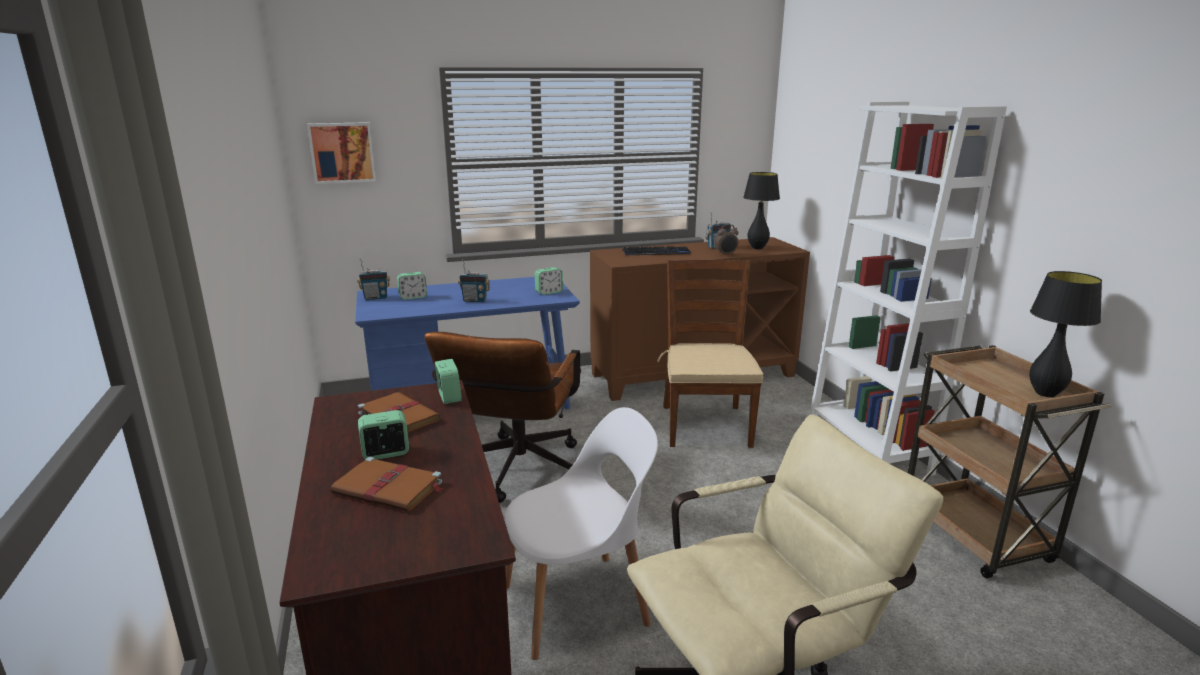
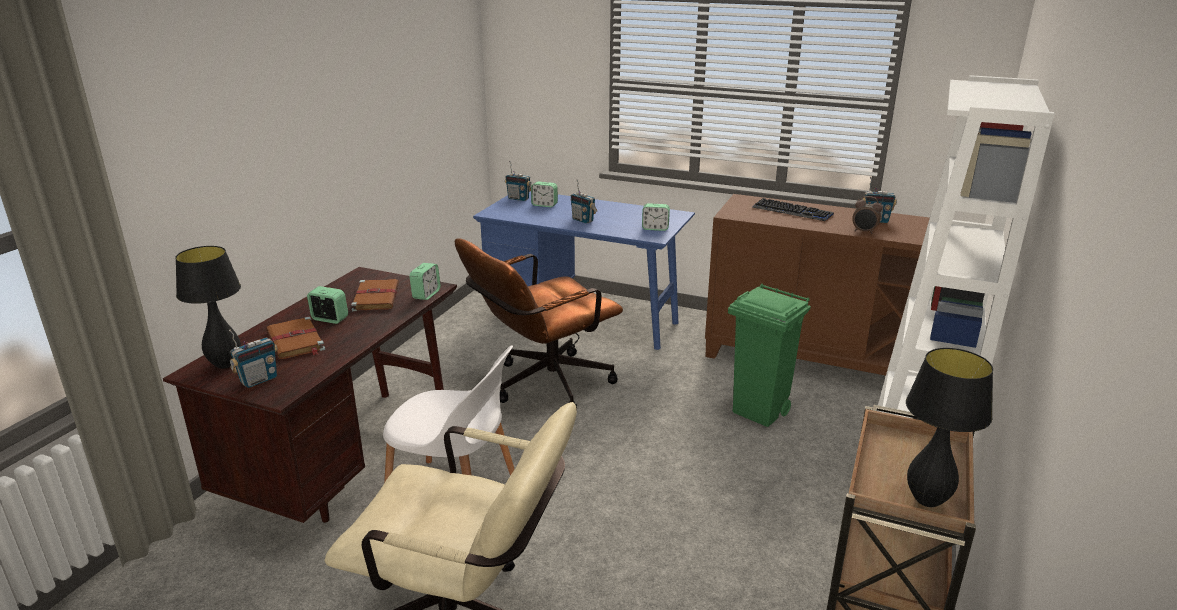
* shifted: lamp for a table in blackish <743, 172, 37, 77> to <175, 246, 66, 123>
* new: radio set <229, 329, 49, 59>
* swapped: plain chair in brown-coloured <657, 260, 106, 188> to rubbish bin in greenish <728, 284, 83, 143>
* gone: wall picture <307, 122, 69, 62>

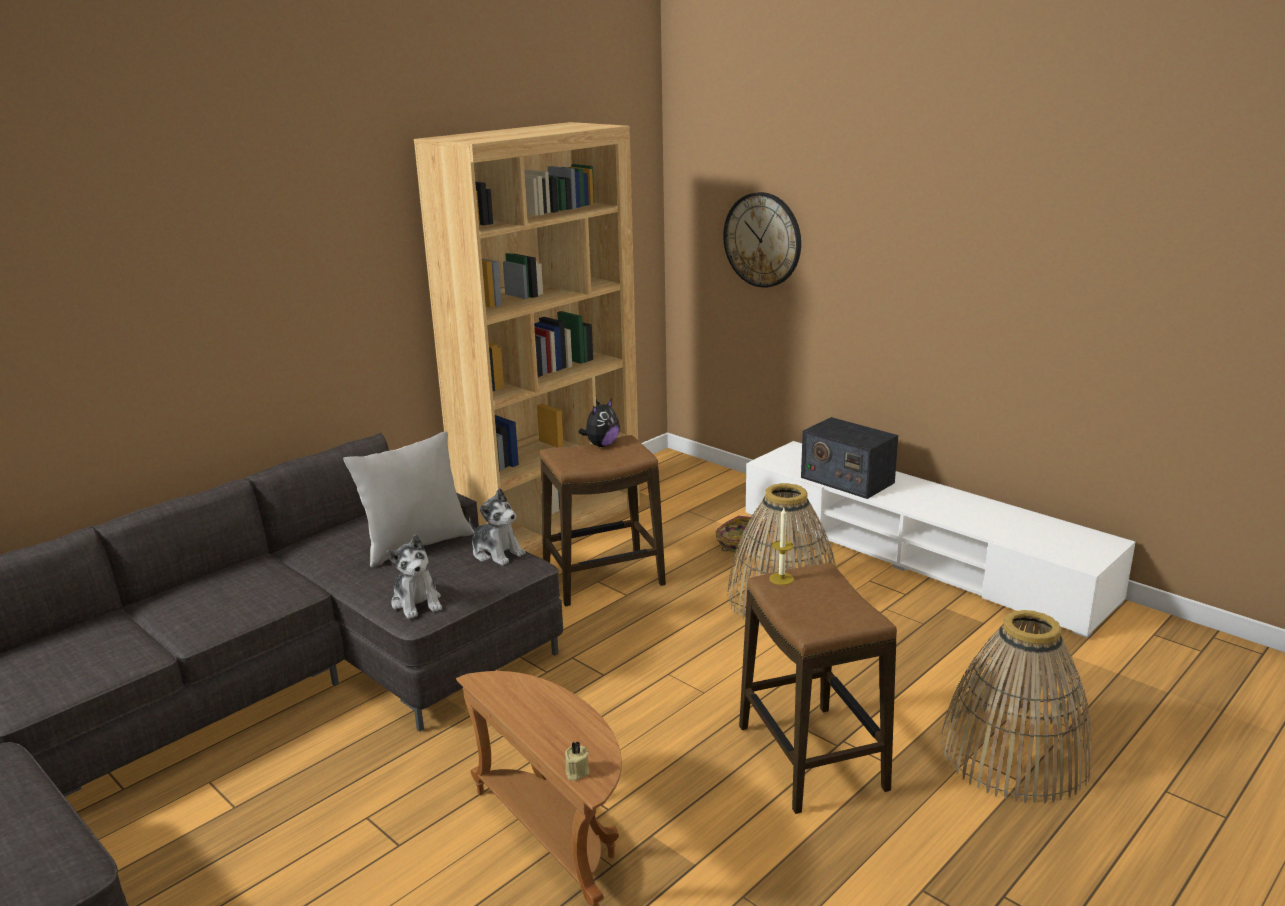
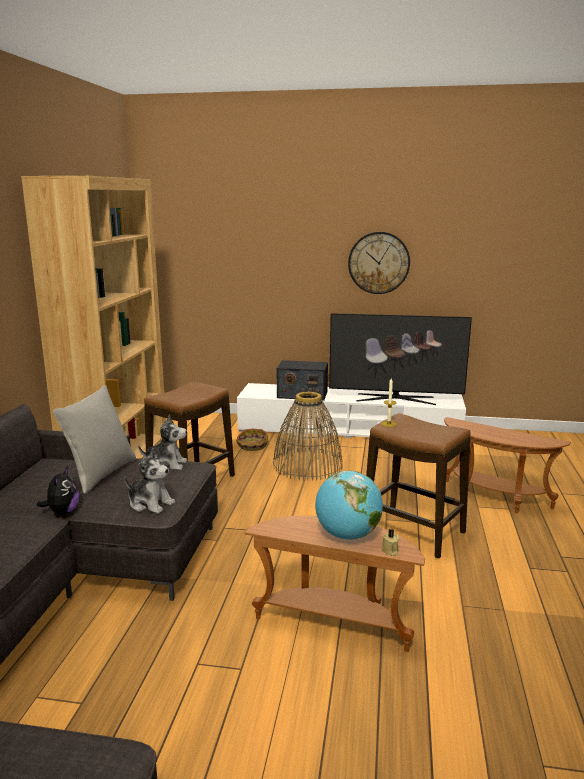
* shifted: cuddly toy <579, 399, 41, 48> to <37, 467, 43, 48>
* new: world globe <315, 471, 68, 69>
* new: TV set <329, 313, 143, 92>
* shifted: wall clock <723, 192, 78, 96> to <348, 232, 62, 62>
* swapped: household basket <940, 610, 152, 193> to end table in brown-coloured <444, 417, 127, 96>

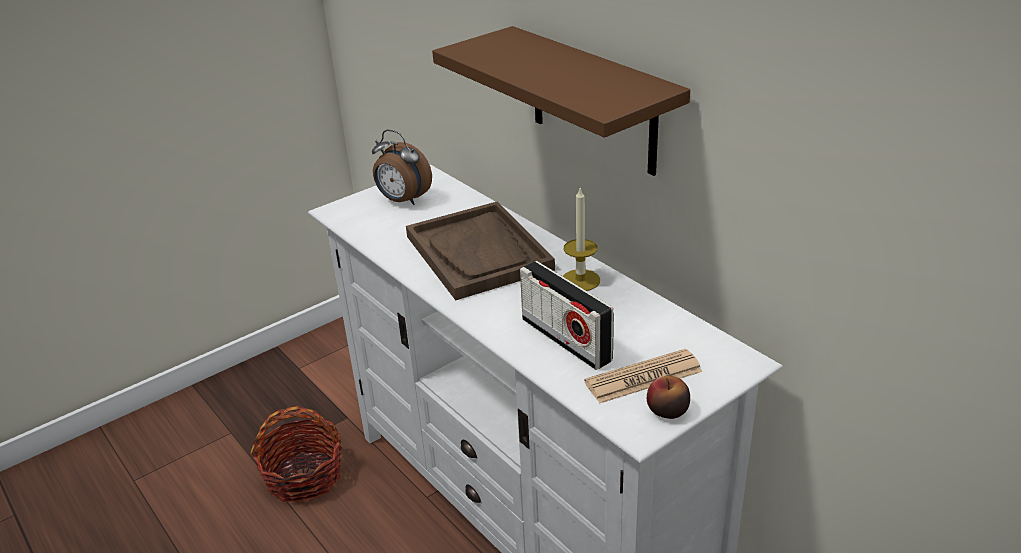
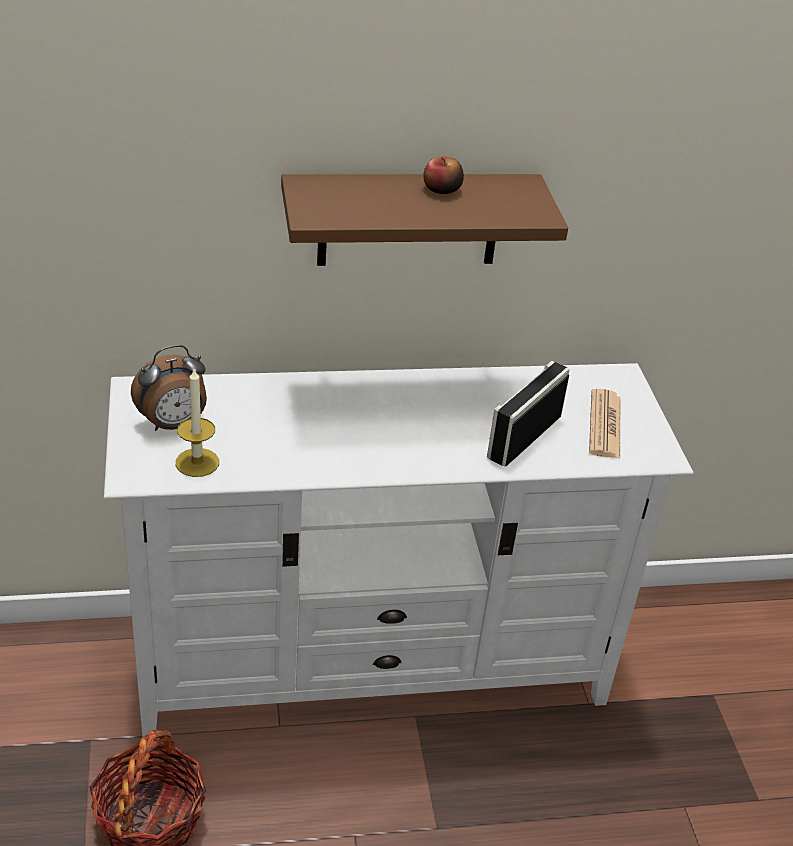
* shifted: candle <563, 188, 37, 103> to <176, 369, 43, 108>
* shifted: whole apple <647, 376, 43, 43> to <423, 156, 41, 38>
* rotated: radio set <520, 261, 94, 109> = <487, 361, 82, 105> 135 degrees clockwise
* gone: serving tray in brown-coloured <406, 201, 149, 99>

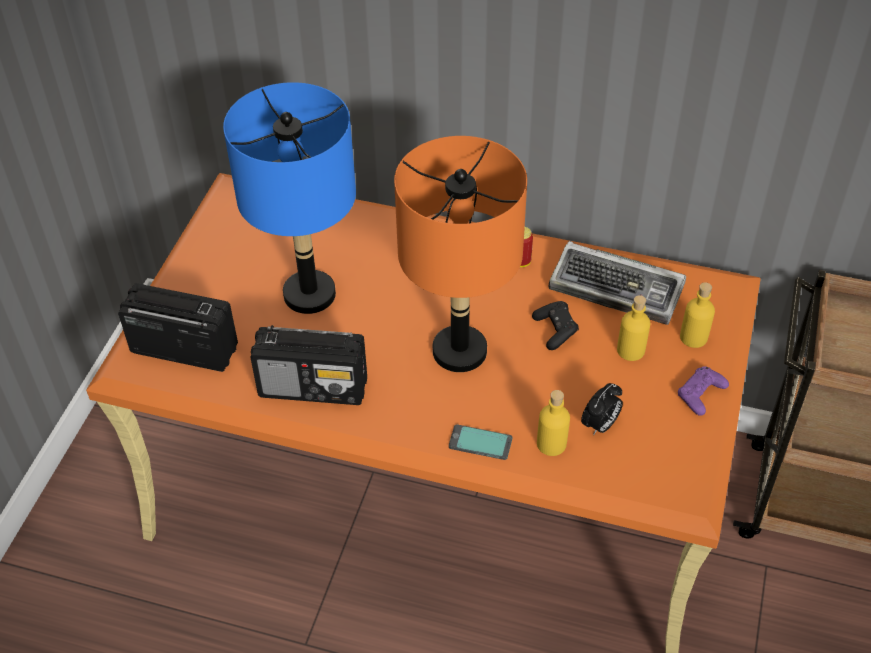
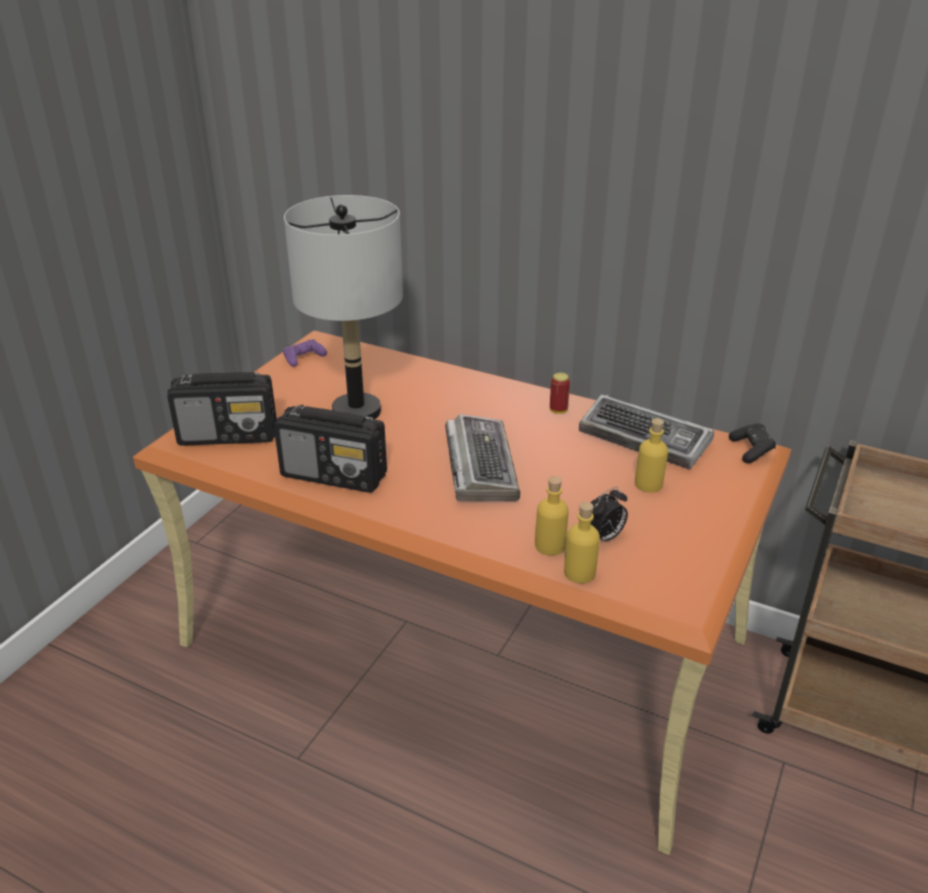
* rotated: radio set <118, 283, 120, 89> = <167, 372, 110, 74> 150 degrees clockwise
* shifted: gamepad in purple <678, 366, 51, 50> to <283, 340, 44, 27>
* repainted: lamp for a table in bluish <223, 82, 133, 232> to lamp for a table in greyish <284, 195, 119, 225>
* swapped: lamp for a table in orangey <394, 136, 133, 236> to PC keyboard <445, 414, 75, 87>
* shifted: drink bottle in yellow-coloured <680, 282, 35, 66> to <564, 502, 36, 82>
* shifted: gamepad in blackish <532, 301, 47, 49> to <729, 423, 47, 40>
* gone: phone <449, 424, 63, 36>

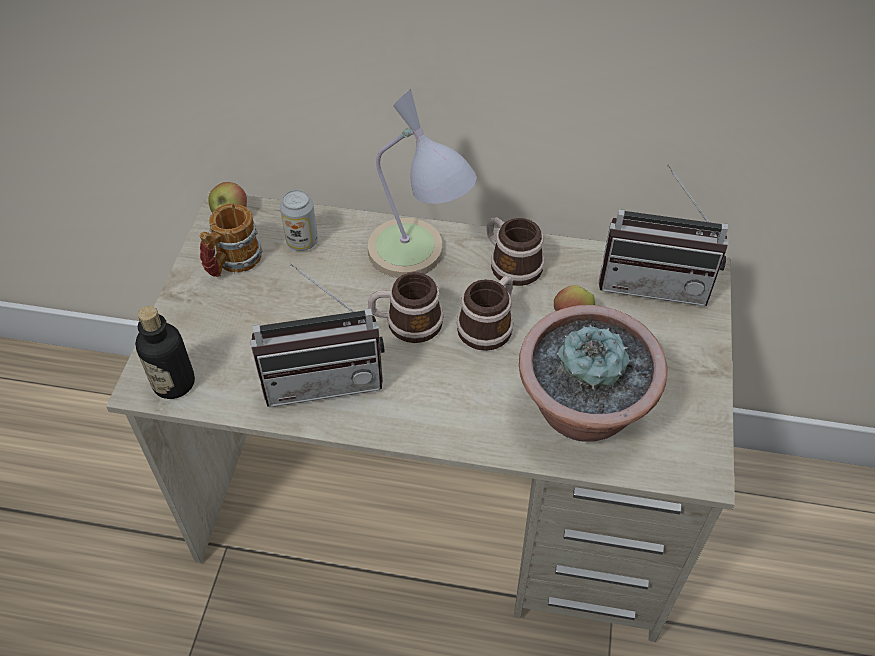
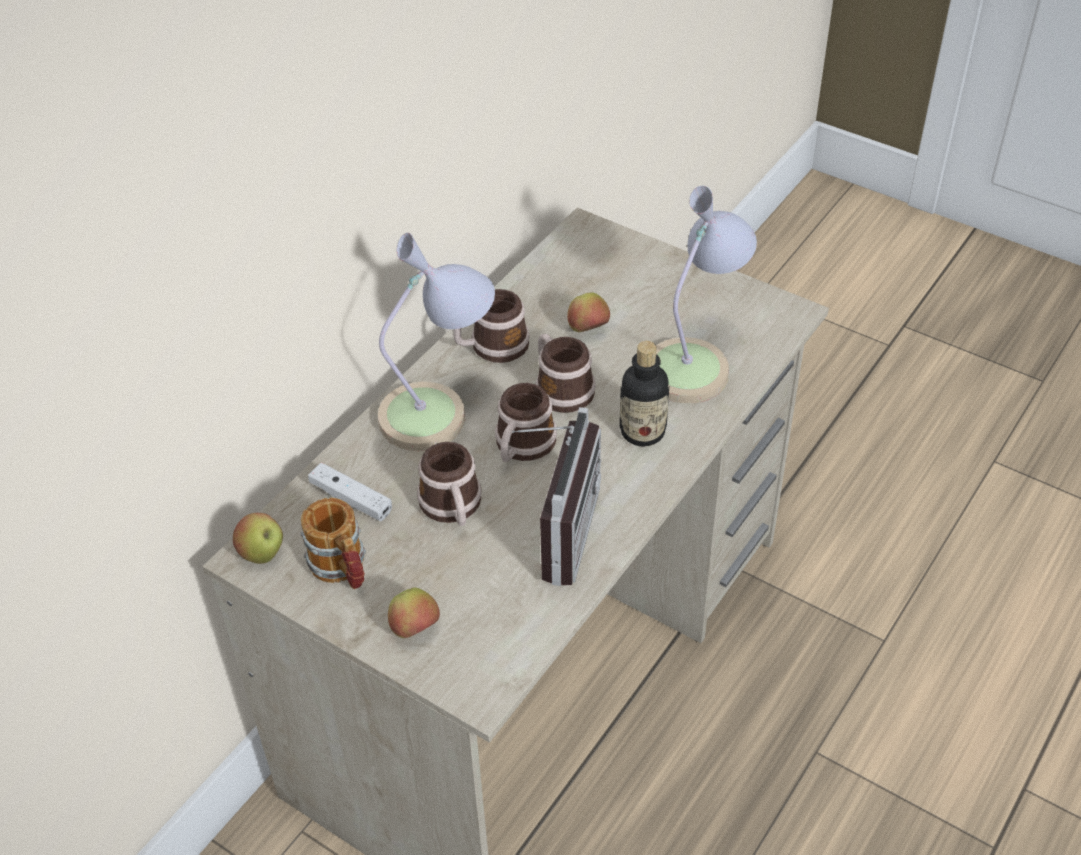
* swapped: sealed can <280, 190, 38, 61> to gamepad in white <308, 463, 84, 58>
* new: whole apple <388, 588, 52, 50>
* new: mug <417, 442, 65, 84>
* shifted: drink bottle <135, 306, 60, 93> to <619, 341, 51, 105>
* swapped: houseplant <519, 305, 149, 137> to lamp for a table <656, 186, 101, 217>
* gone: radio set <598, 164, 130, 142>

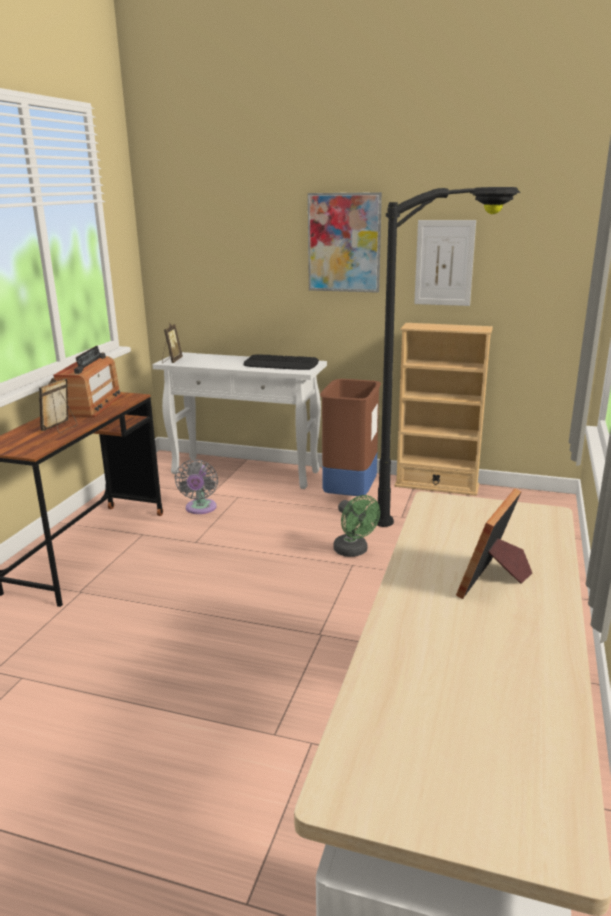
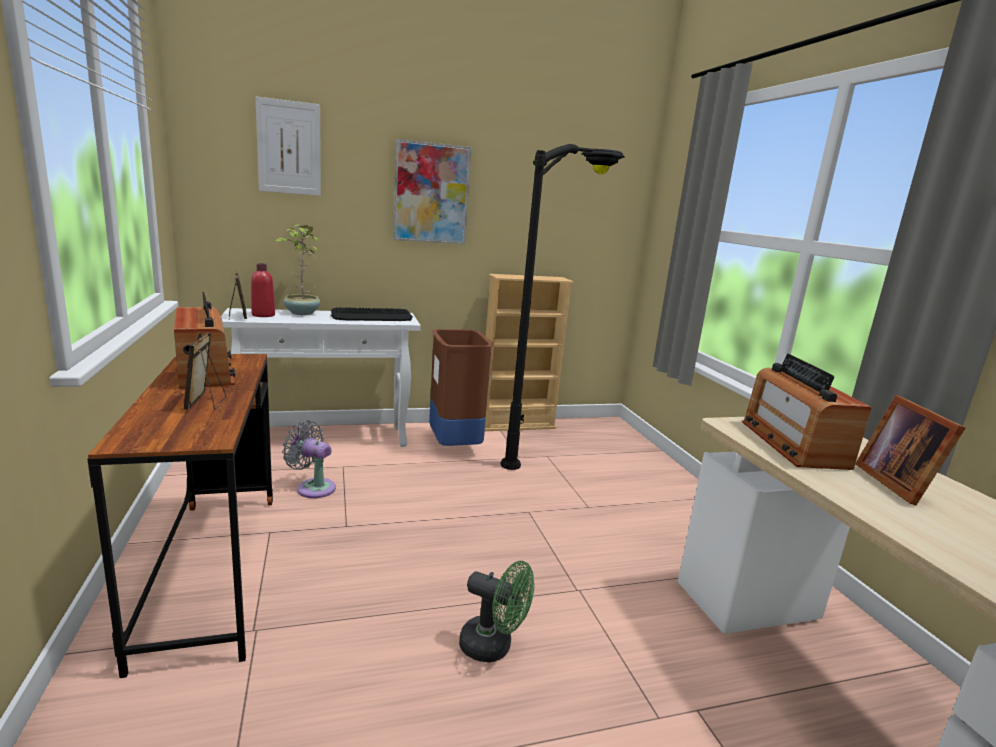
* new: drink bottle in red <251, 263, 24, 54>
* shifted: wall picture <414, 220, 62, 86> to <256, 97, 65, 99>
* new: houseplant <275, 225, 45, 90>
* rotated: cooling fan in greyish <174, 459, 44, 55> = <282, 421, 54, 77> 150 degrees clockwise
* shifted: cooling fan in greenish <333, 495, 47, 62> to <459, 561, 75, 102>
* new: radio set <742, 354, 130, 116>

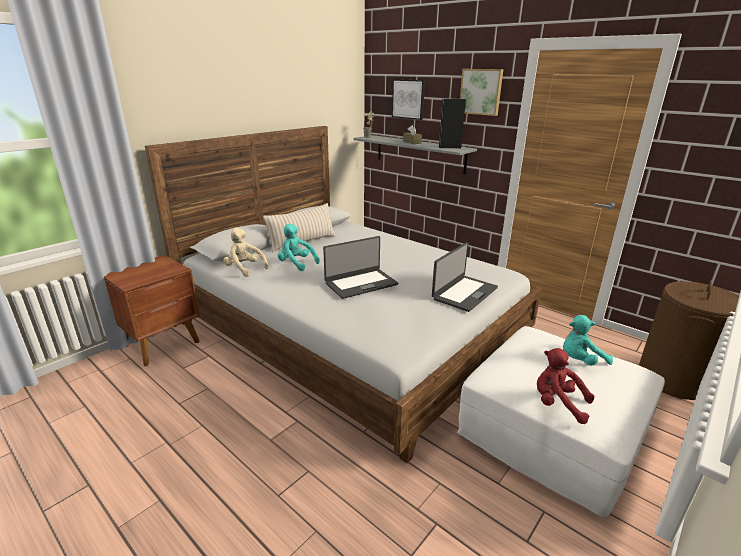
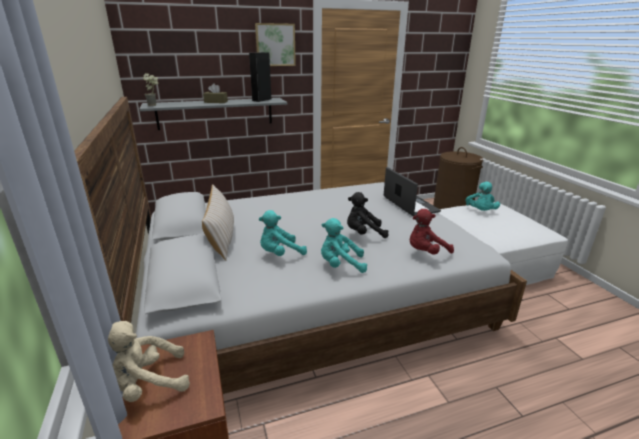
* shifted: cuddly toy in beige <223, 228, 46, 49> to <108, 321, 82, 81>
* new: cuddly toy in turquoise-coloured <321, 218, 46, 55>
* swapped: portable computer <323, 236, 75, 63> to cuddly toy in blackish <347, 192, 42, 46>
* shifted: cuddly toy in red <537, 348, 58, 76> to <410, 209, 44, 45>
* gone: wall picture <392, 79, 33, 41>

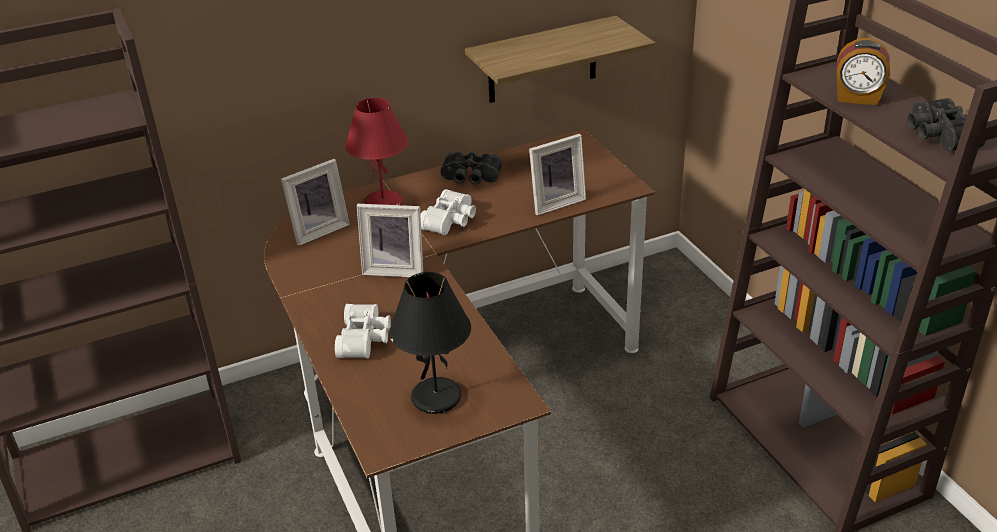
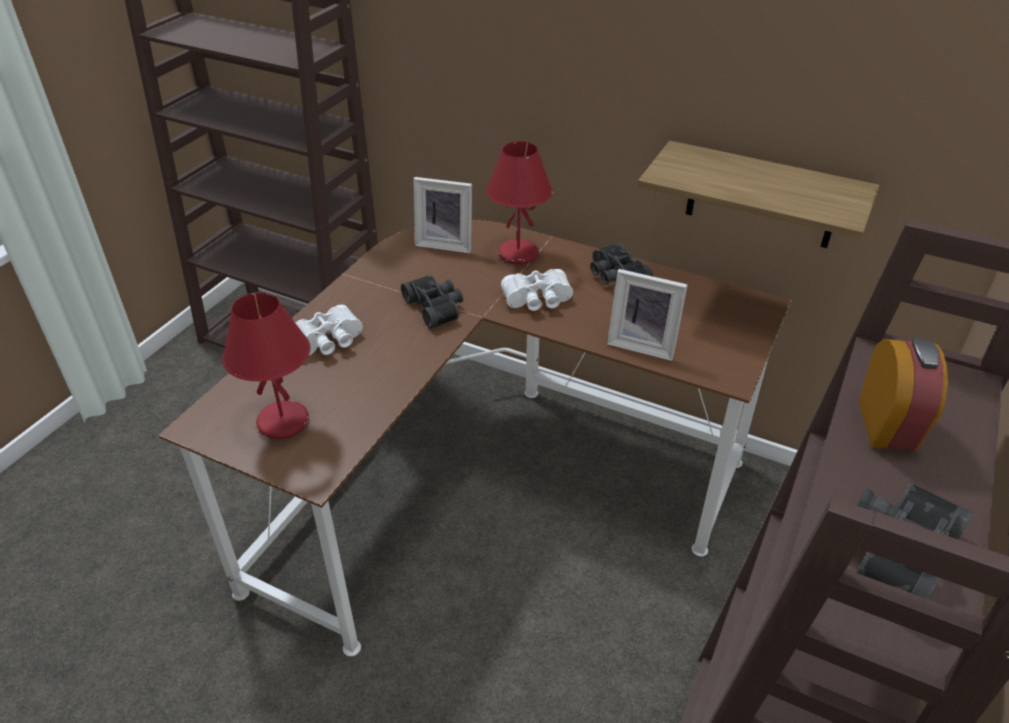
* repainted: lamp for a table in blackish <389, 272, 82, 142> to lamp for a table in red <222, 292, 89, 147>
* swapped: photo frame <357, 204, 66, 73> to binoculars in blackish <401, 275, 62, 54>
* rotated: bedside clock <837, 38, 53, 67> = <859, 338, 89, 113> 150 degrees counterclockwise

